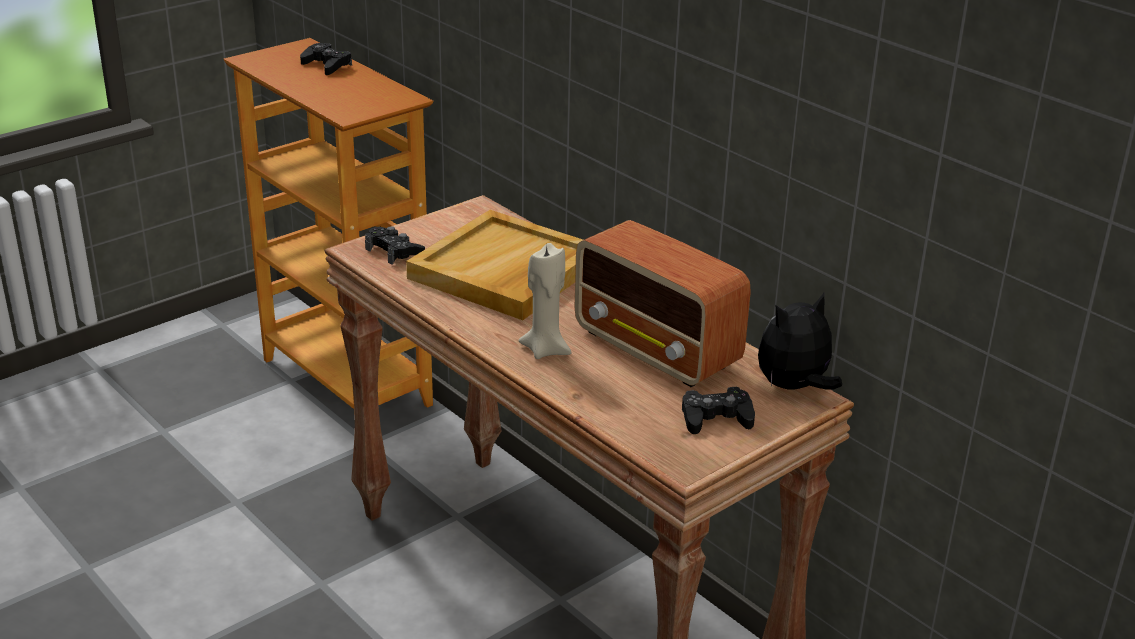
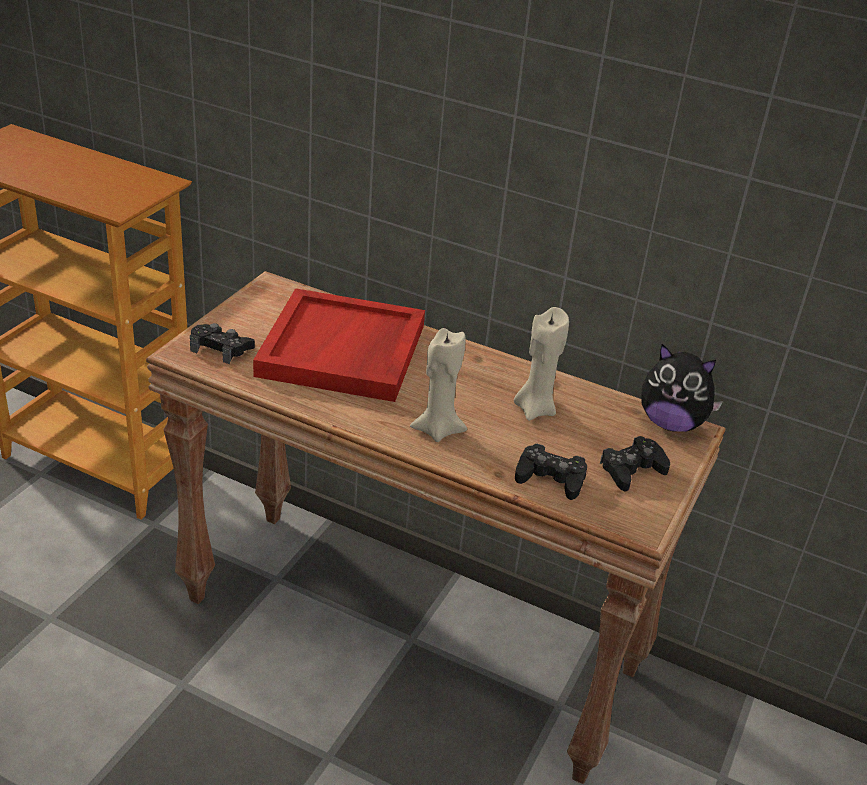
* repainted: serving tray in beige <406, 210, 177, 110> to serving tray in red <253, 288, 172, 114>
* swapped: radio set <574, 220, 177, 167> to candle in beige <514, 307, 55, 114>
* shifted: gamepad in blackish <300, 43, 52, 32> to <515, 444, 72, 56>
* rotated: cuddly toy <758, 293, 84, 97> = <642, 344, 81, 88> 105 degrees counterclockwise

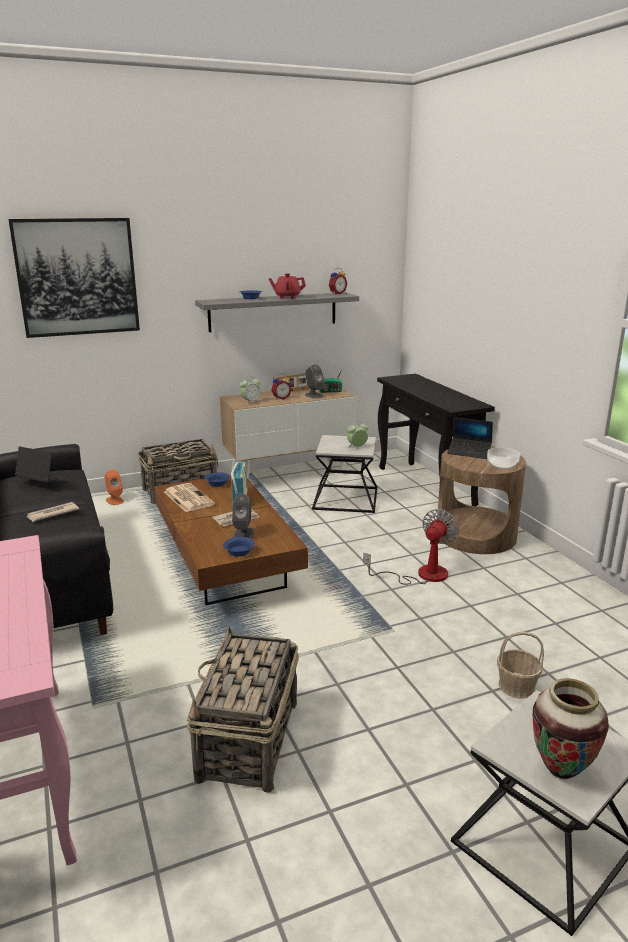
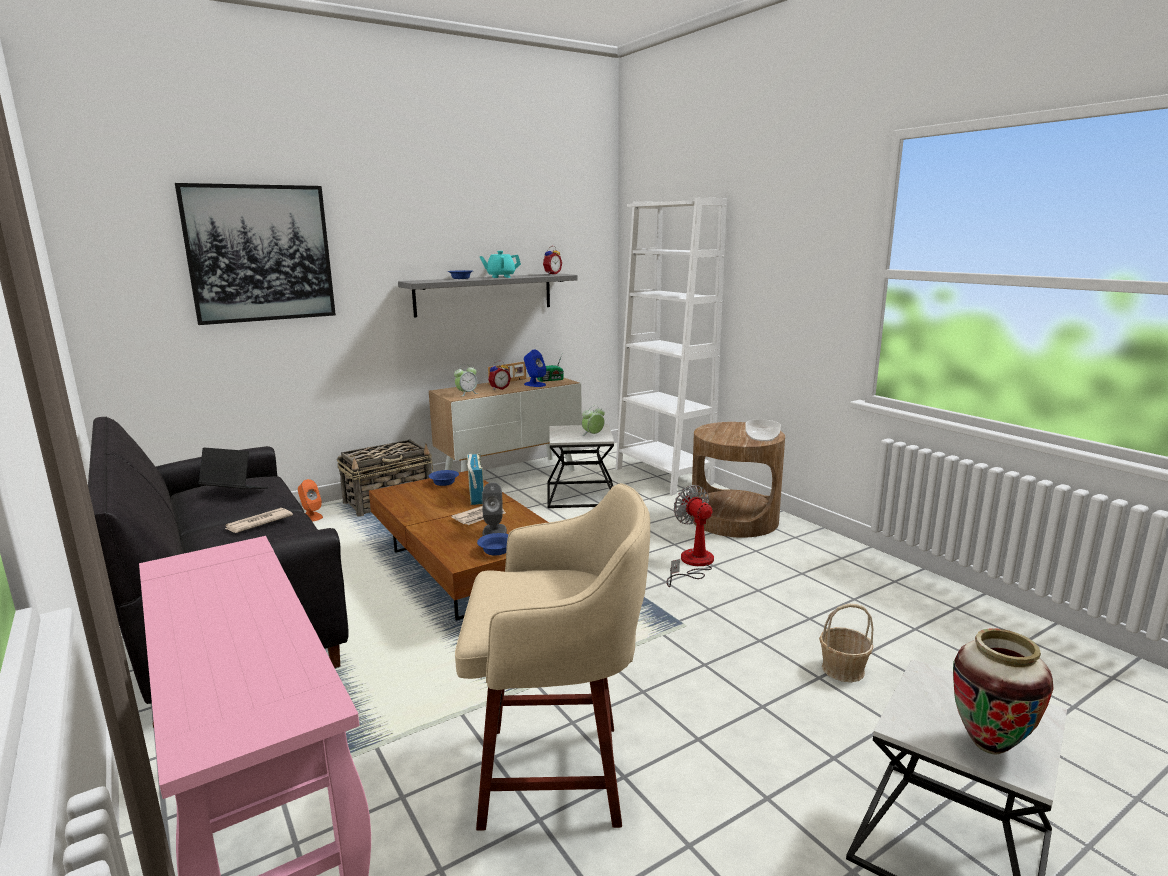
* swapped: household basket <187, 627, 112, 166> to stool seat in beige <455, 483, 195, 348>
* repainted: tea pot in red <268, 273, 38, 26> to tea pot in turquoise-coloured <479, 251, 42, 27>
* repainted: speaker in greyish <305, 364, 20, 35> to speaker in bluish <524, 350, 22, 37>
* swapped: console table in blackish <377, 374, 118, 132> to bookshelf in white <616, 198, 111, 297>
* rotated: cooling fan <363, 509, 96, 76> = <667, 485, 47, 102> 45 degrees counterclockwise
* gone: printed paper <164, 483, 51, 29>
* gone: portable computer <447, 417, 46, 42>

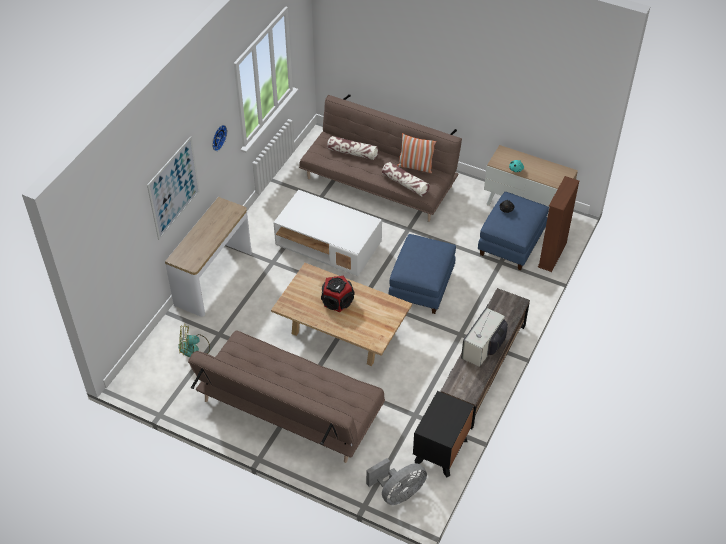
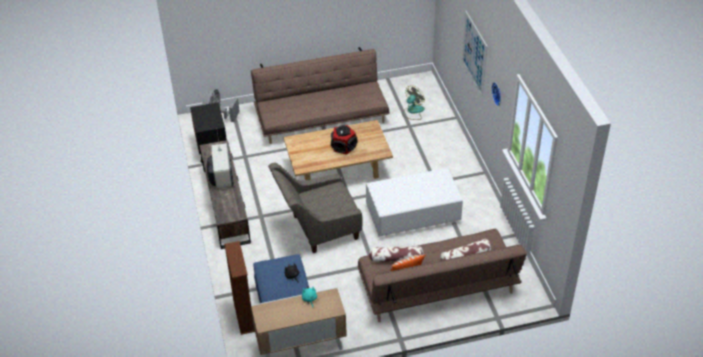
* swapped: ottoman in bluish <389, 234, 67, 80> to lounge chair in greyish <268, 163, 94, 90>
* gone: console table <165, 197, 87, 120>

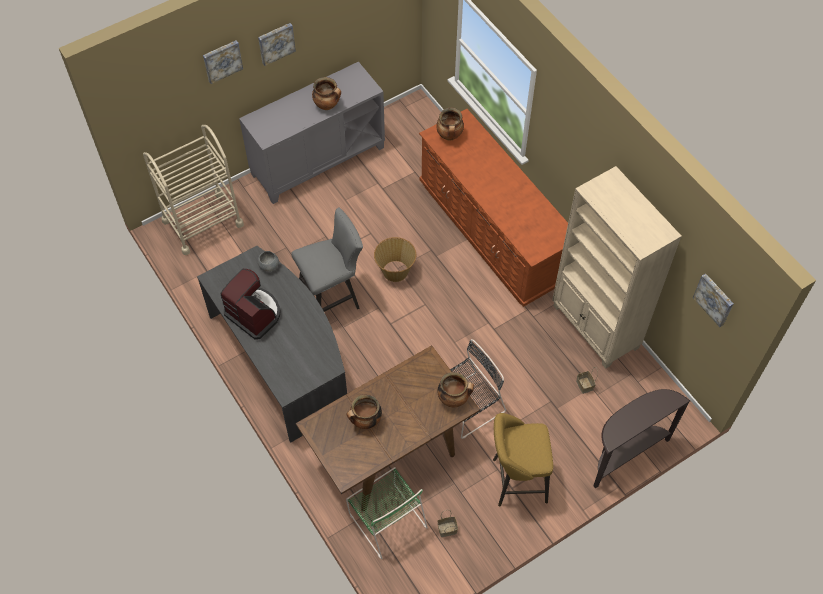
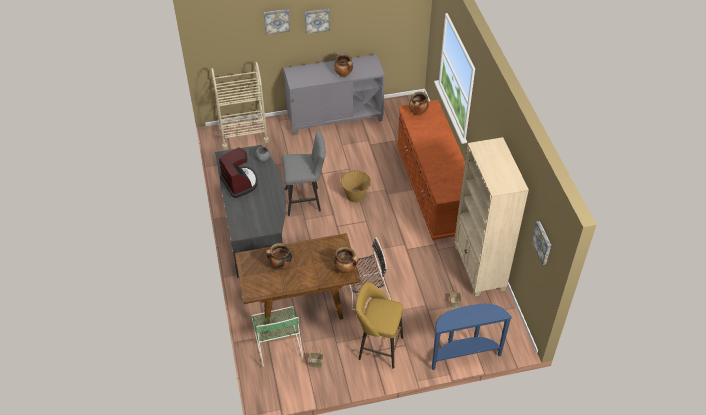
* repainted: console table in brown-coloured <593, 389, 97, 100> to console table in bluish <432, 304, 80, 66>

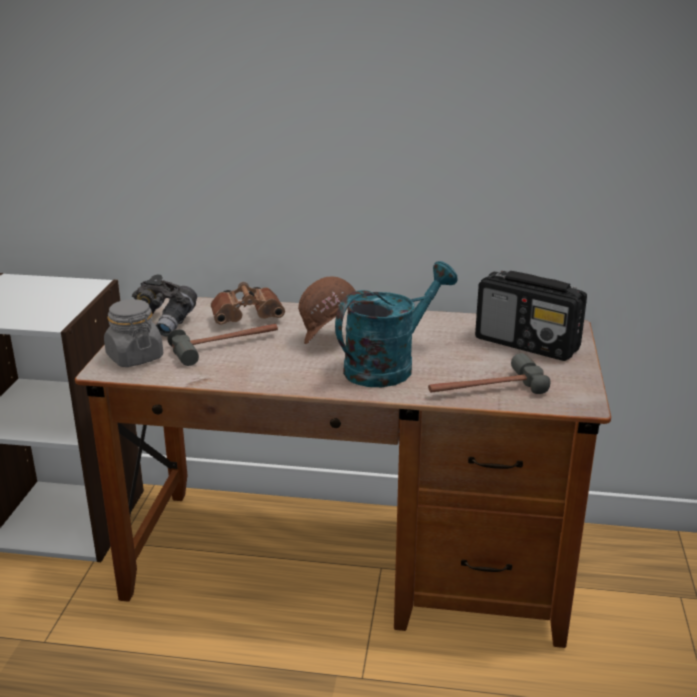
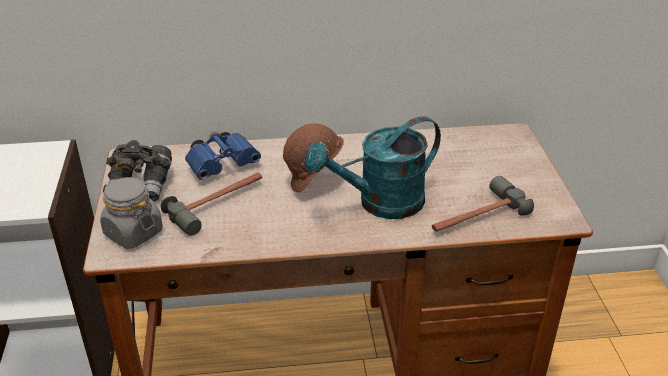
* repainted: binoculars in brown-coloured <211, 282, 74, 42> to binoculars in bluish <185, 131, 76, 49>
* rotated: sprinkling can in turquoise-coloured <335, 261, 122, 126> = <305, 116, 136, 103> 150 degrees counterclockwise
* gone: radio set <475, 271, 112, 90>

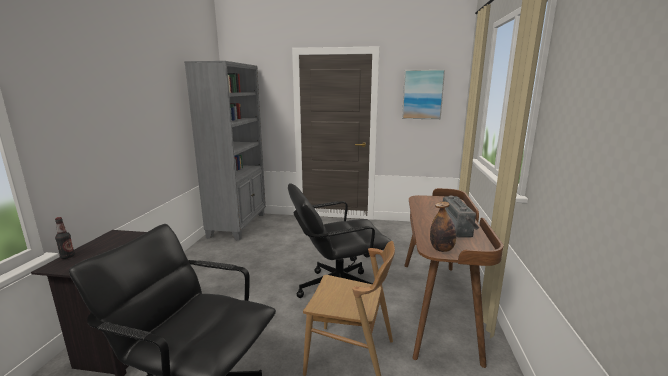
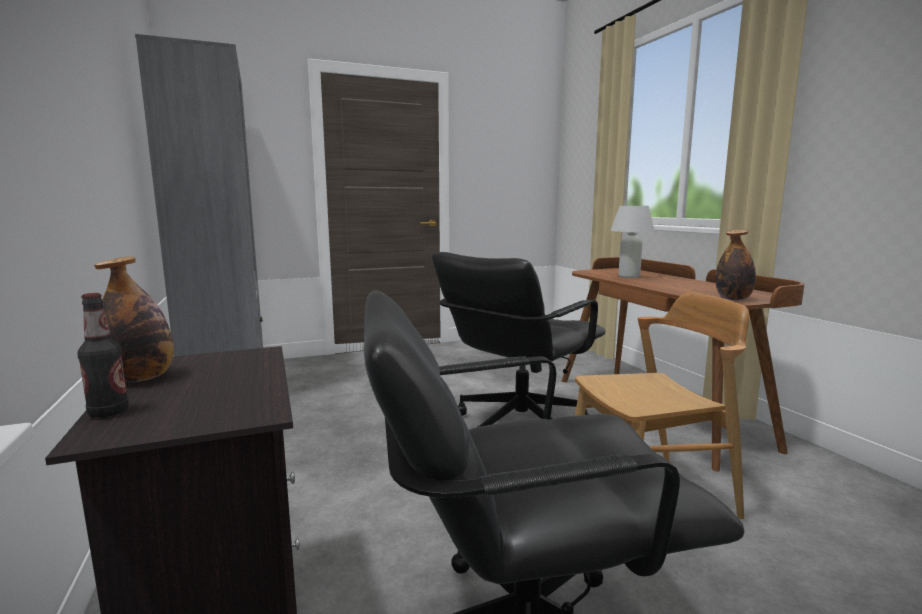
* new: drink bottle <94, 257, 80, 125>
* new: lamp for a table in white <610, 206, 45, 72>
* gone: wall picture <402, 70, 43, 49>
* gone: radio set <443, 196, 37, 41>

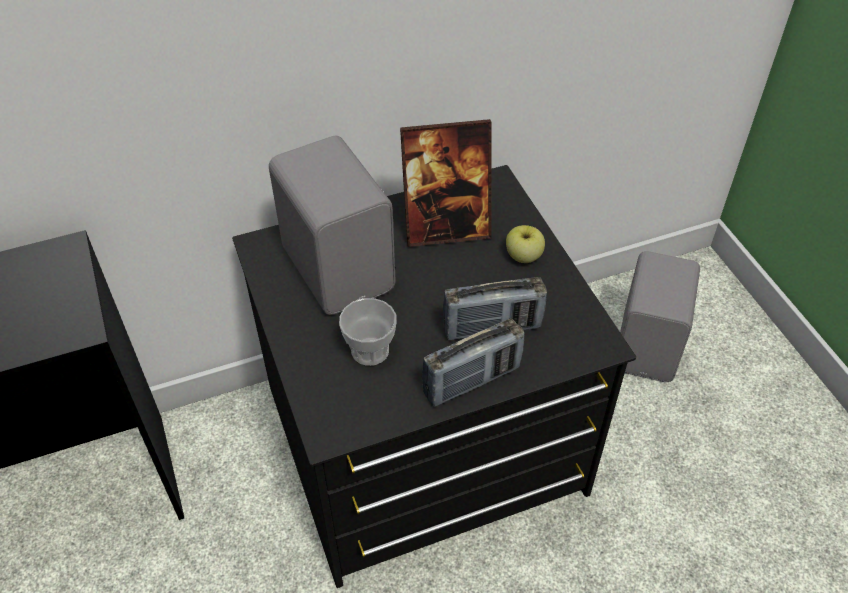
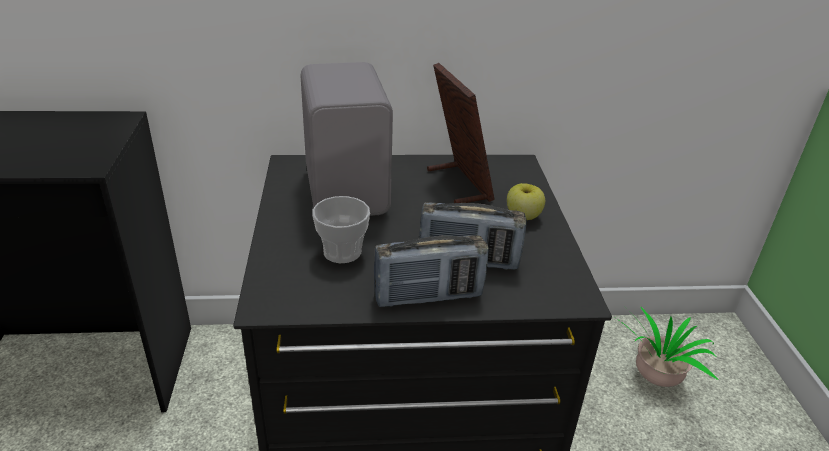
* rotated: photo frame <400, 119, 91, 128> = <427, 63, 68, 140> 120 degrees counterclockwise
* swapped: speaker in greyish <620, 251, 80, 131> to houseplant <616, 307, 104, 80>

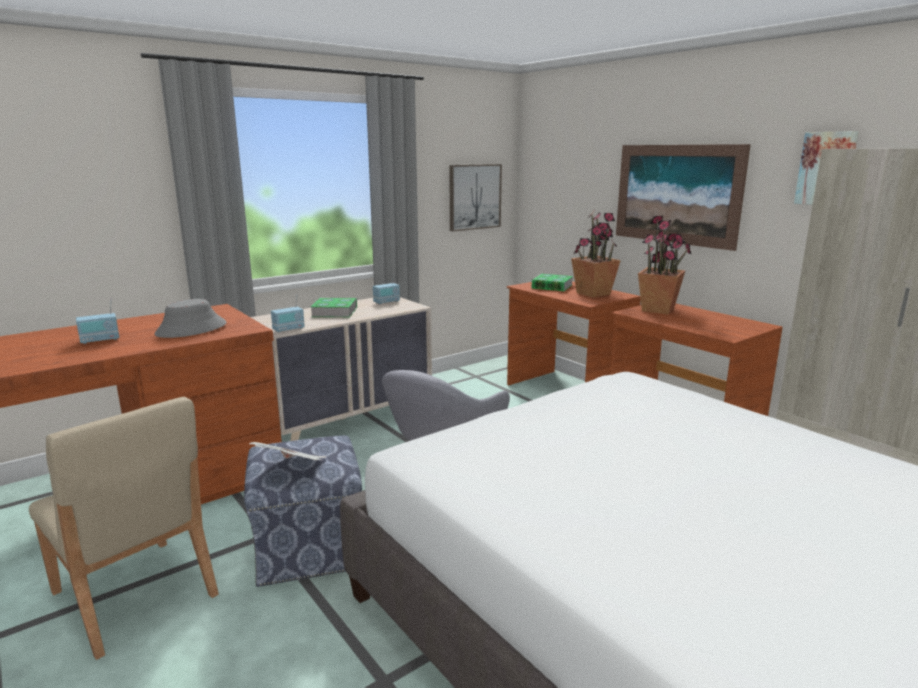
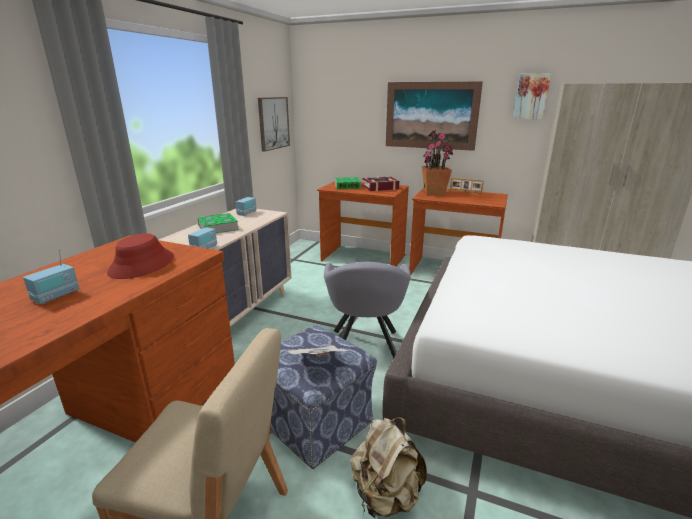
* repainted: clothing hat in greyish <155, 299, 72, 39> to clothing hat in red <107, 233, 67, 46>
* new: knapsack in beige <350, 417, 77, 101>
* swapped: houseplant <571, 209, 50, 88> to bound book <362, 176, 38, 15>
* new: photo frame <450, 178, 34, 16>

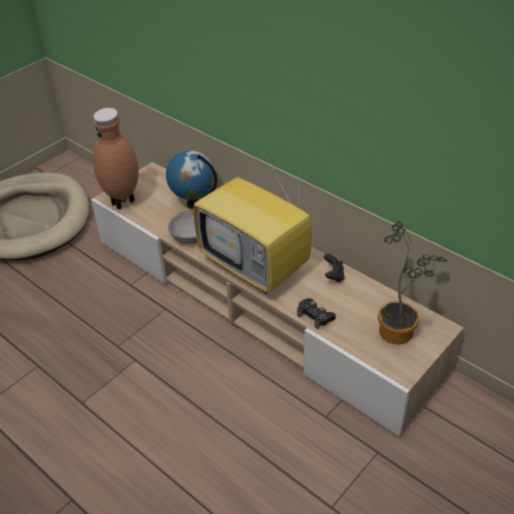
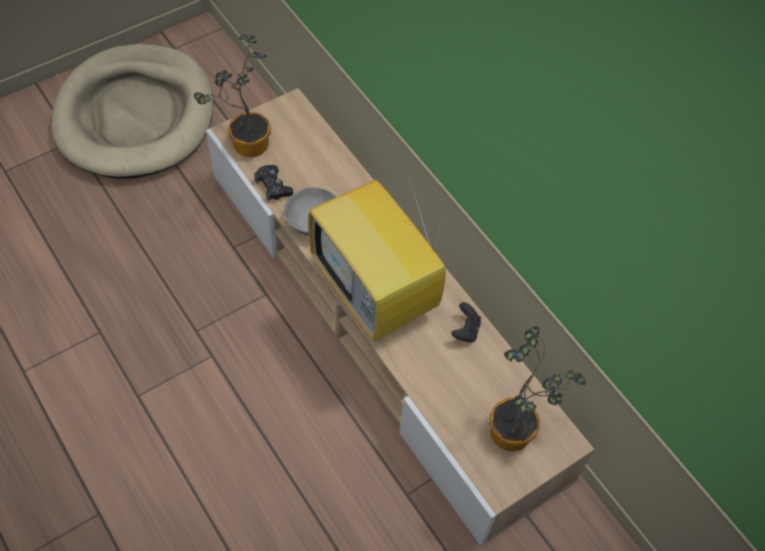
* swapped: vase in brown-coloured <93, 108, 46, 101> to houseplant <194, 34, 77, 123>
* shifted: gamepad in blackish <297, 298, 39, 31> to <254, 165, 39, 37>
* gone: world globe <166, 151, 51, 57>

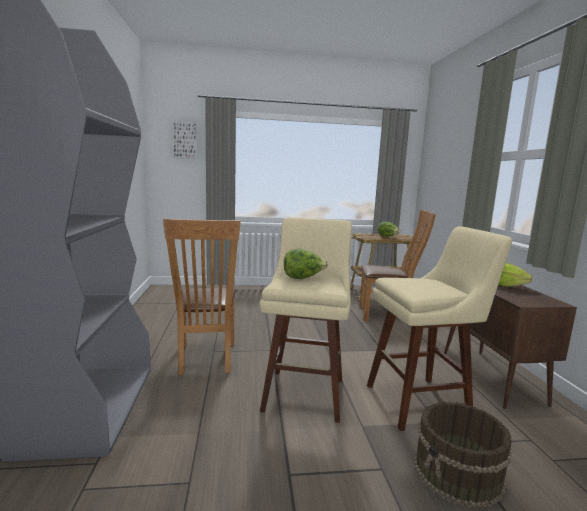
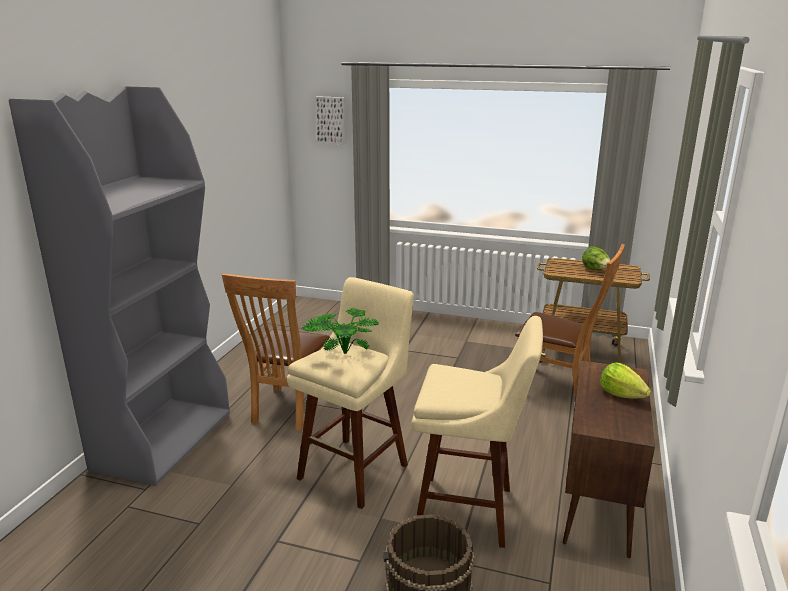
* swapped: lettuce <284, 249, 44, 30> to houseplant <301, 307, 77, 47>

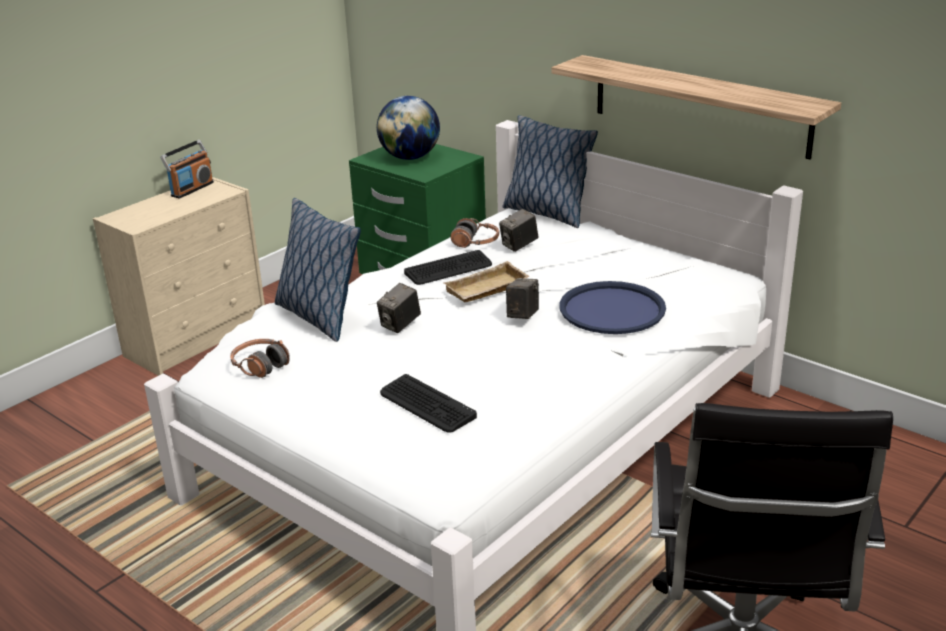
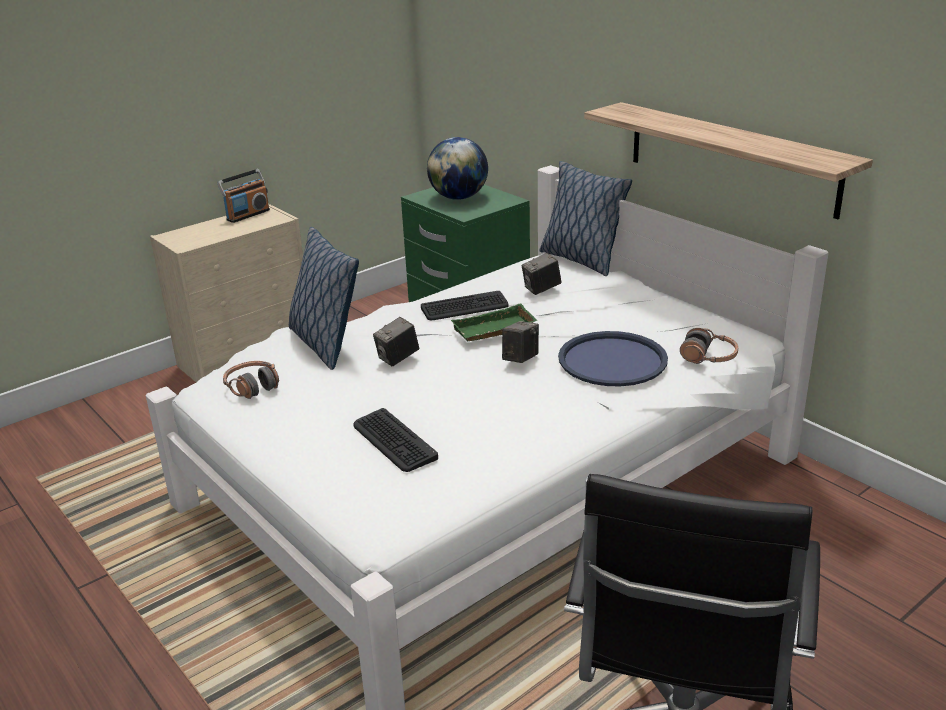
* repainted: serving tray in beige <443, 261, 86, 41> to serving tray in greenish <451, 303, 86, 38>
* shifted: pair of headphones <450, 218, 49, 30> to <680, 328, 59, 36>

